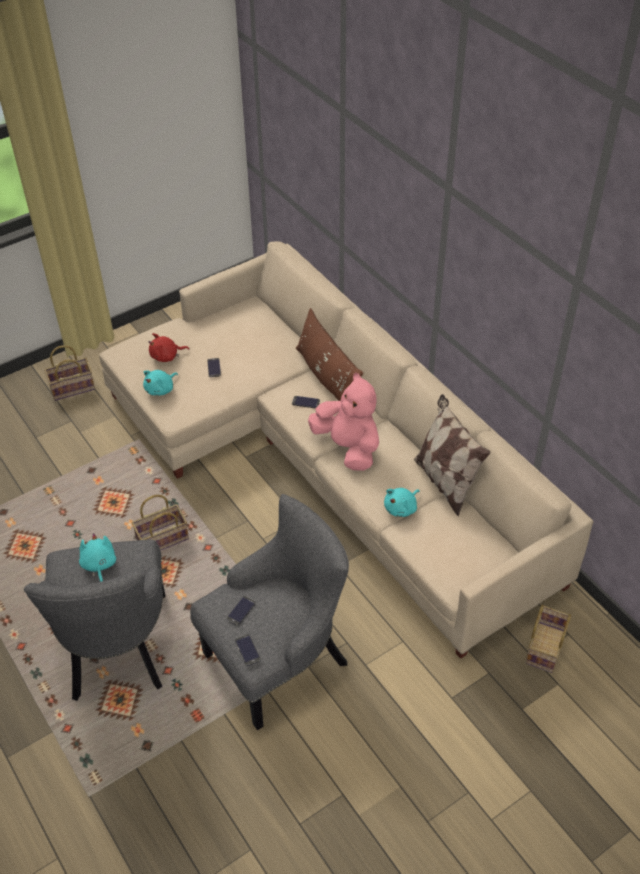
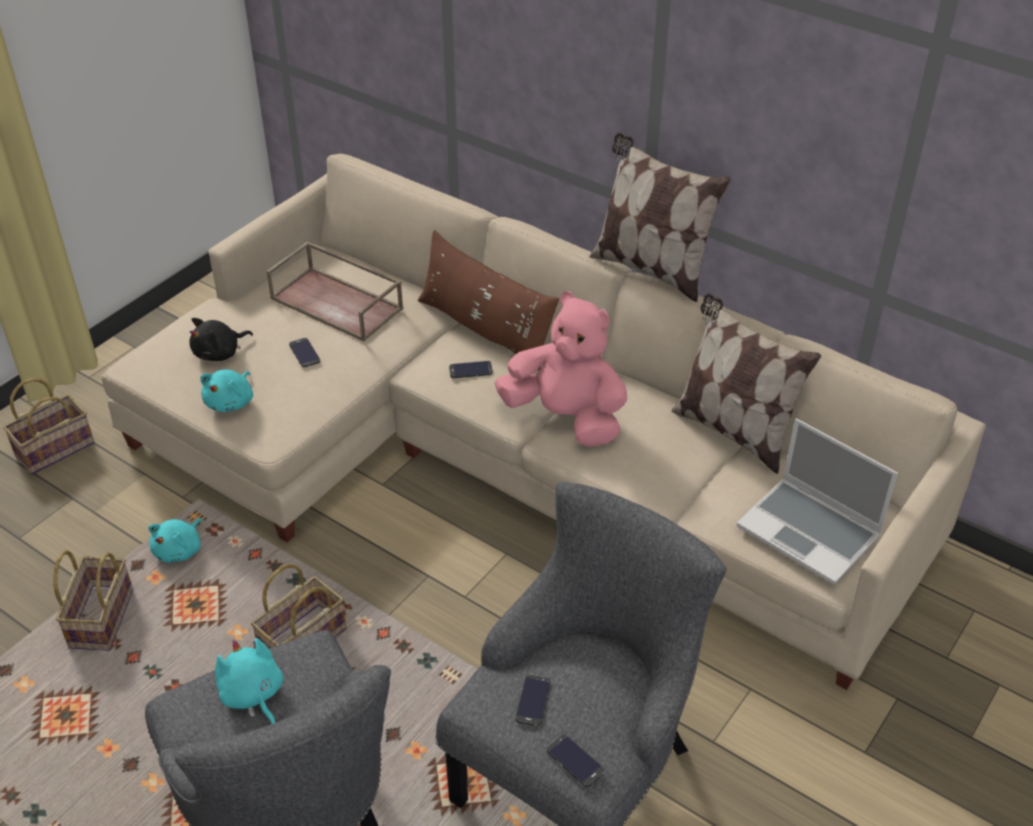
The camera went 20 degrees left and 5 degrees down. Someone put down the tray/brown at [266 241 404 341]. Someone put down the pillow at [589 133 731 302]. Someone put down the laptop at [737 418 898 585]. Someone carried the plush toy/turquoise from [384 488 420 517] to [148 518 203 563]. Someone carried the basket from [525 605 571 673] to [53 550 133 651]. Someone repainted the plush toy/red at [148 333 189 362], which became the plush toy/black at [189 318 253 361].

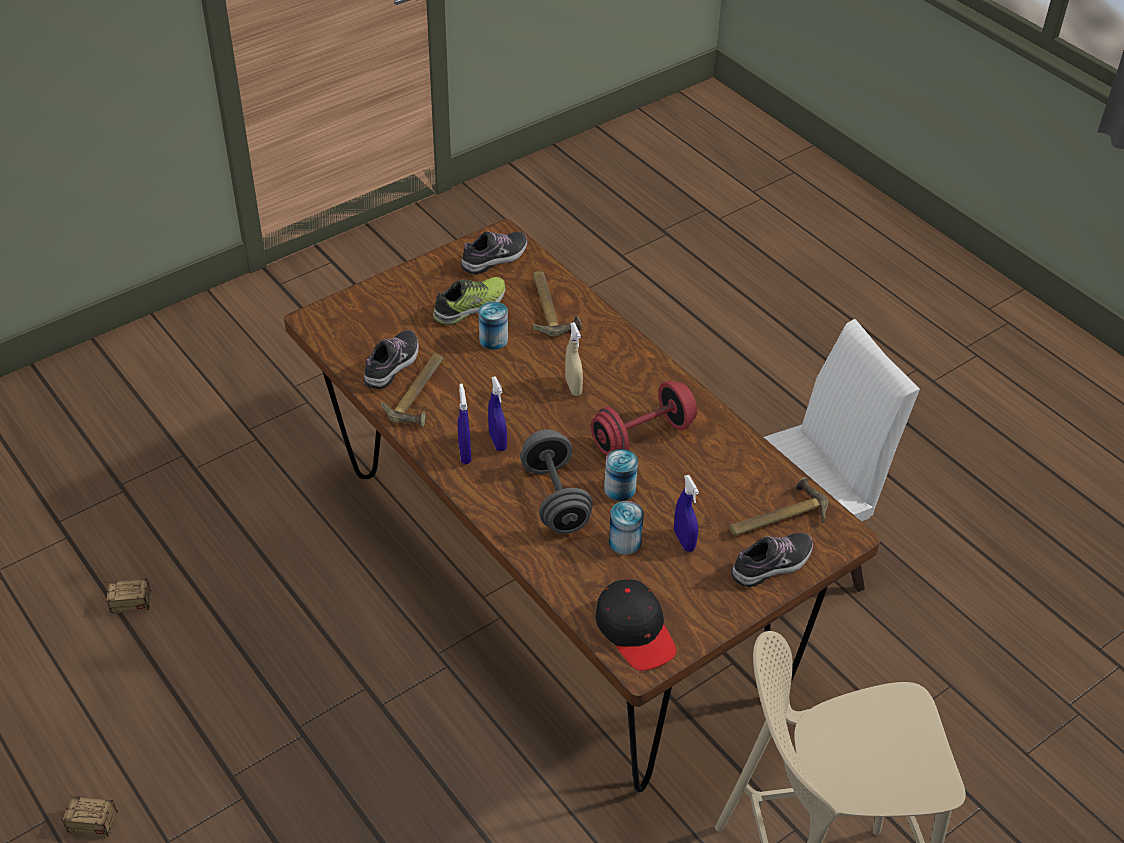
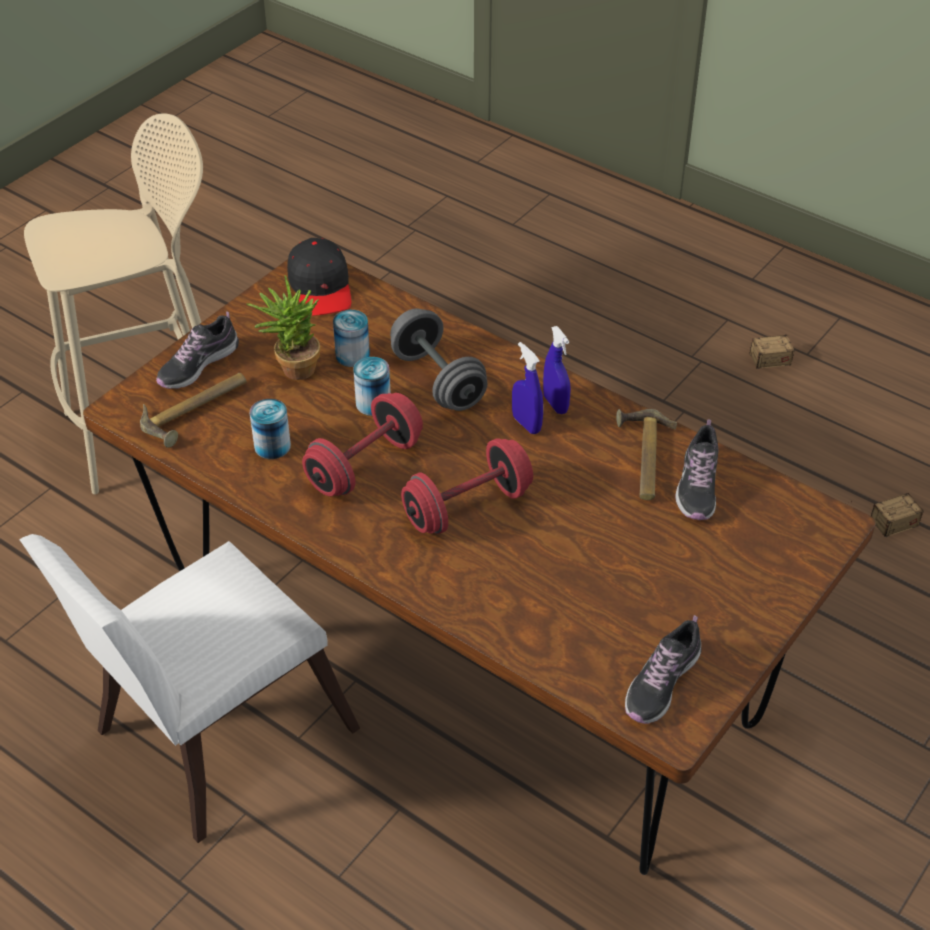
The camera went 165 degrees right and 0 degrees up. Someone took away the shoe at [433 277 505 325]. Someone took away the hammer at [533 271 582 337]. Someone carried the can from [479 302 508 350] to [250 399 291 459]. Someone swapped the spray bottle/beige at [565 322 583 396] for the dumbbell/red at [401 438 533 534]. Someone swapped the spray bottle/blue at [674 475 699 552] for the potted plant at [246 276 320 380]. Someone rotated the cap/black at [595 579 676 671] by 150 degrees counterclockwise.

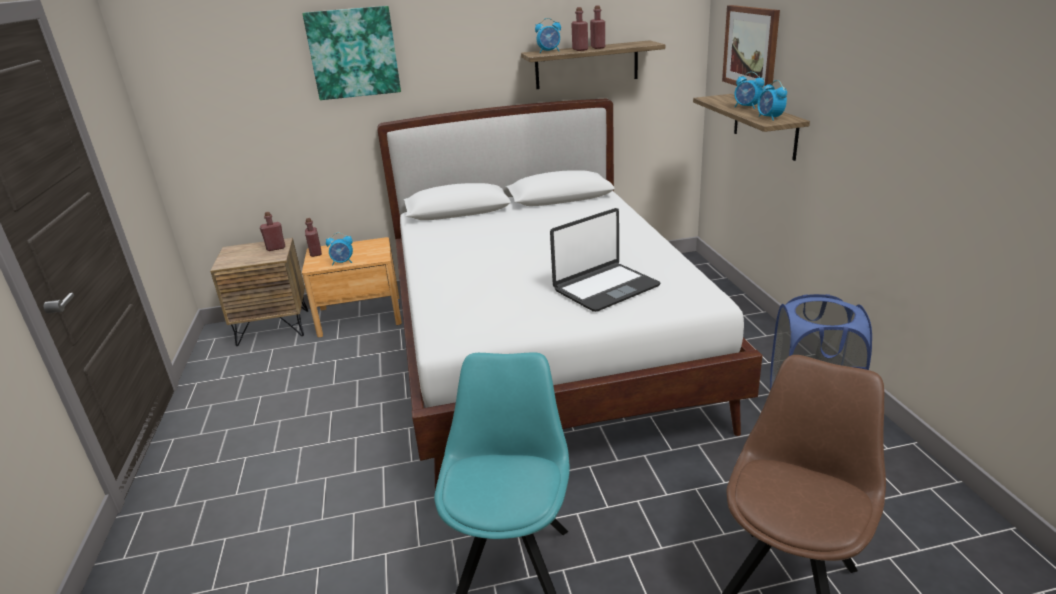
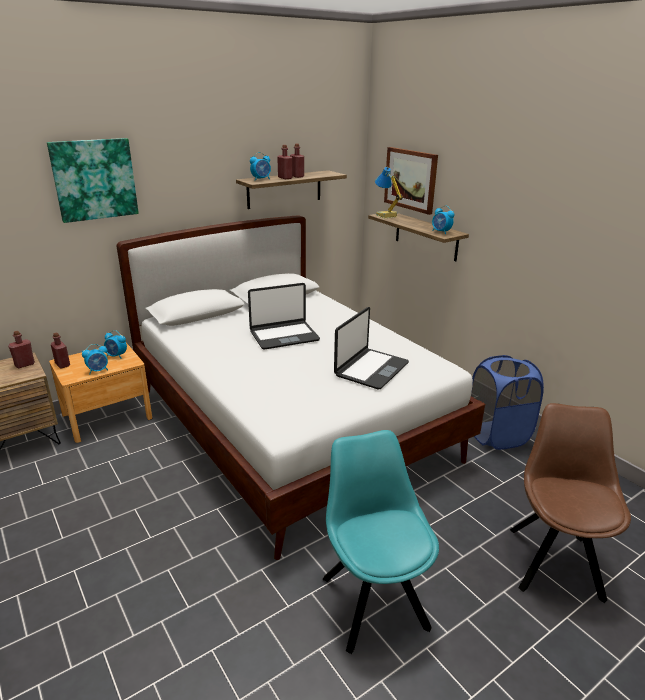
The camera went 25 degrees left and 0 degrees up. Someone put down the laptop at [248 283 320 350]. Someone put down the table lamp at [375 167 403 219]. Someone carried the alarm clock from [734 72 764 109] to [104 330 127 359].

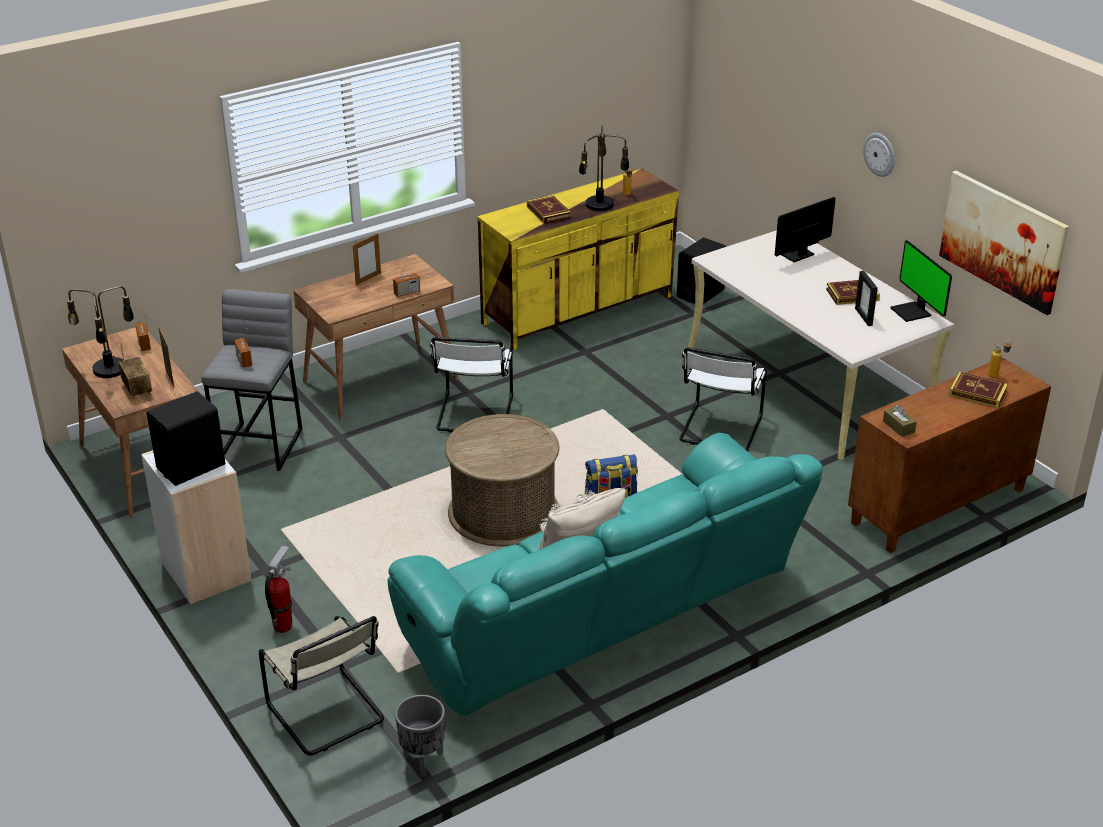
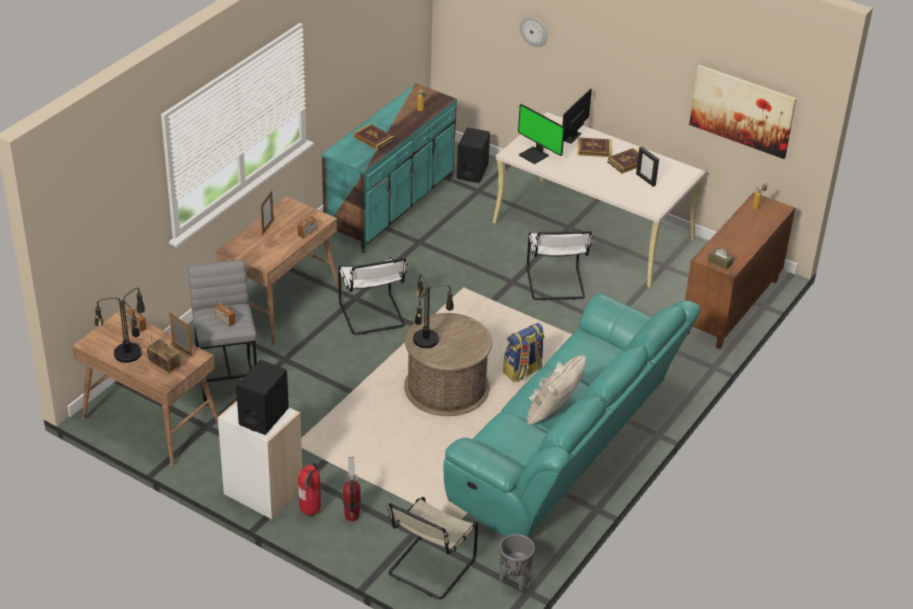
The camera went 25 degrees left and 5 degrees up. Someone put down the fire extinguisher at [298 462 321 516]. Someone carried the table lamp from [579 125 629 211] to [413 274 454 348]. Someone carried the wall clock from [863 133 895 177] to [520 17 548 47]. Someone carried the monitor from [890 240 952 322] to [518 104 565 164]. Someone carried the book from [949 372 1008 408] to [578 138 611 157]. Someone repainted the cabinet/yellow at [477 168 679 351], which became the cabinet/turquoise at [321 83 457 254]. Someone rotated the chair/beige at [259 616 384 756] by 90 degrees clockwise.

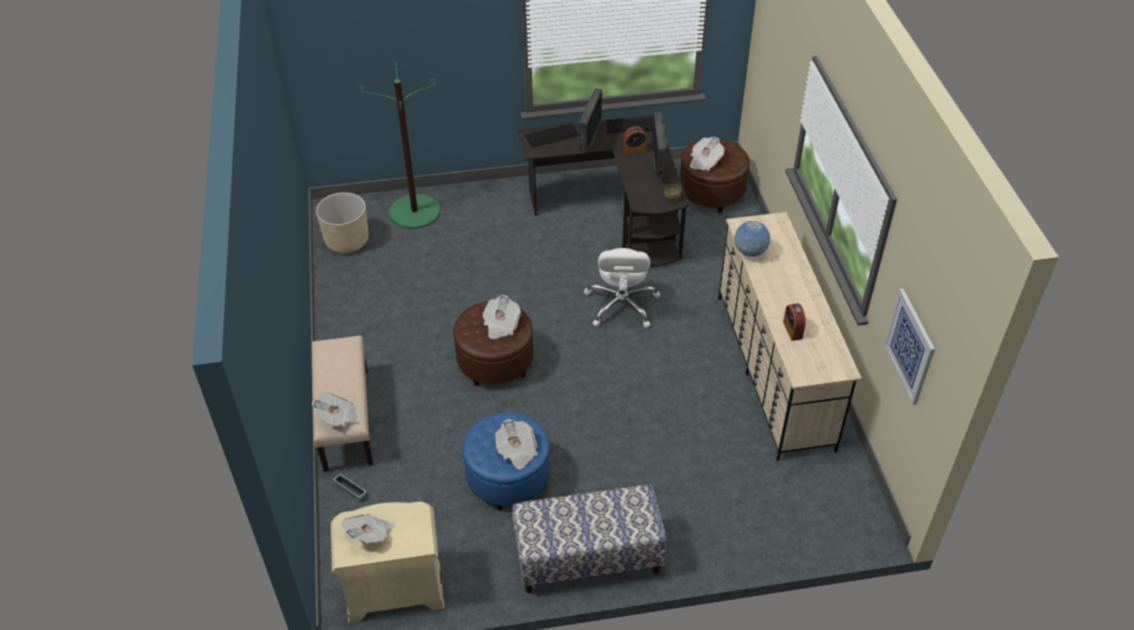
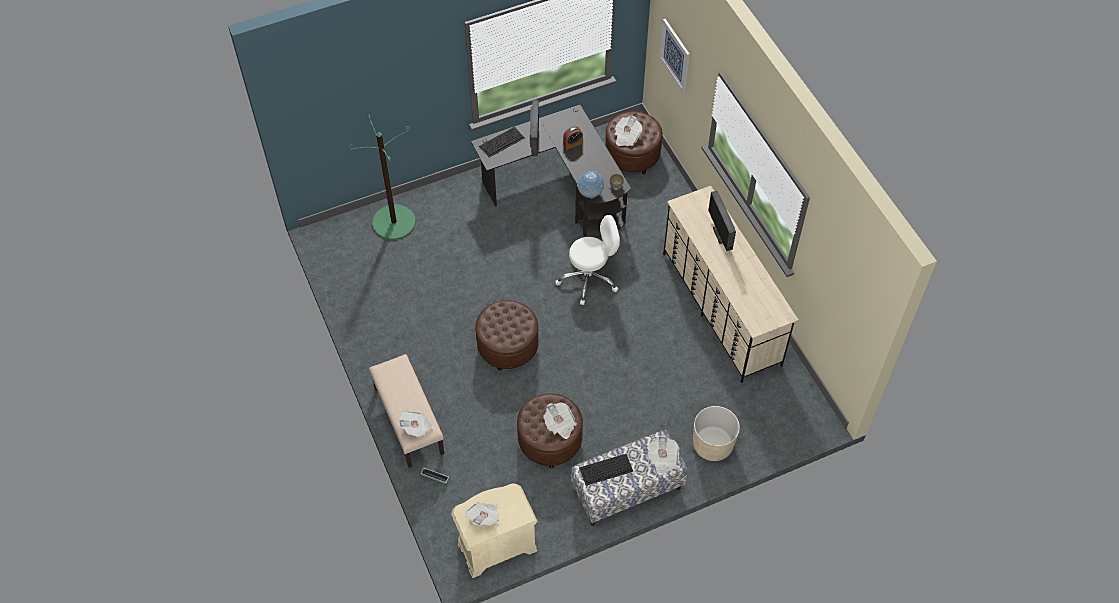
The camera went 15 degrees left and 10 degrees up. Someone took away the alarm clock at [783 303 806 341]. Someone carried the planter/beige from [316 192 369 253] to [693 406 740 461]. Someone carried the newspaper from [482 295 521 339] to [647 435 679 475]. Someone carried the keyboard from [605 118 653 133] to [579 454 633 486]. Someone carried the monitor from [652 111 668 177] to [708 191 736 251]. Someone carried the globe from [734 221 770 257] to [577 171 604 198]. Someone carried the picture from [883 289 935 405] to [660 19 690 92]. Someone repainted the ottoman/blue at [463 412 550 511], which became the ottoman/brown at [517 394 583 468]. Someone rotated the office chair/white at [584 248 661 328] by 90 degrees counterclockwise.

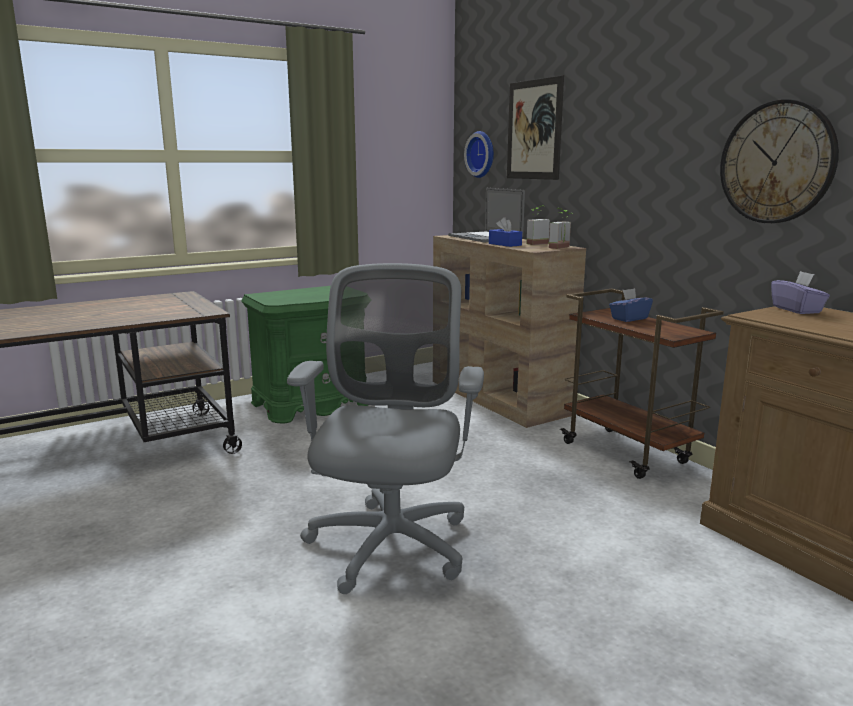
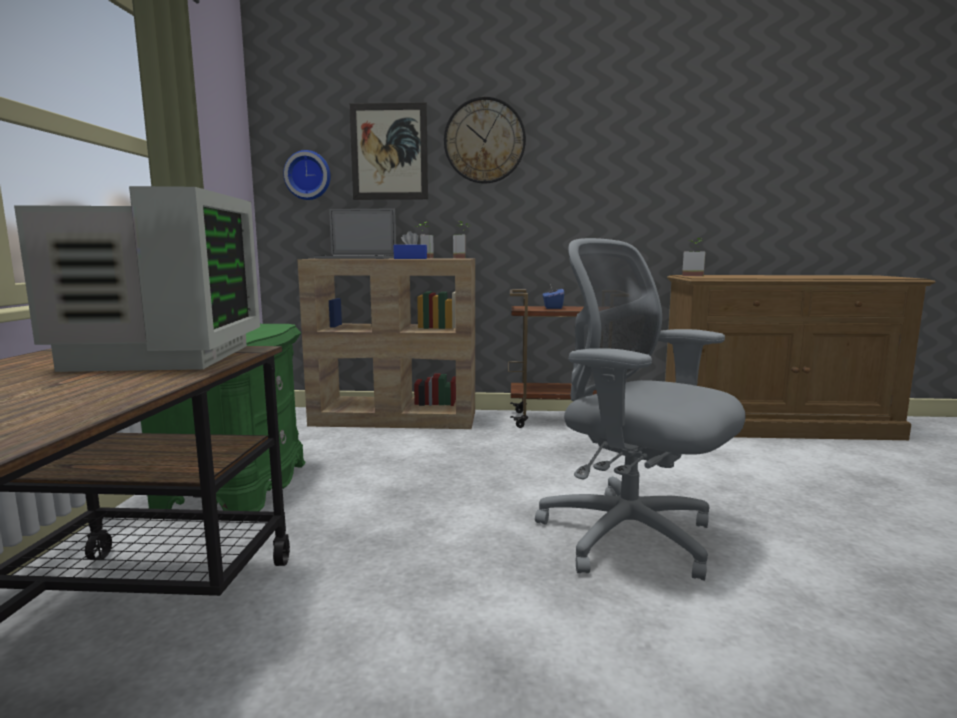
The camera went 55 degrees left and 5 degrees down. Someone put down the monitor at [14 186 260 372]. Someone carried the wall clock from [720 99 839 223] to [444 97 526 184]. Someone swapped the tissue box/purple at [771 271 830 314] for the potted plant at [682 238 705 276].

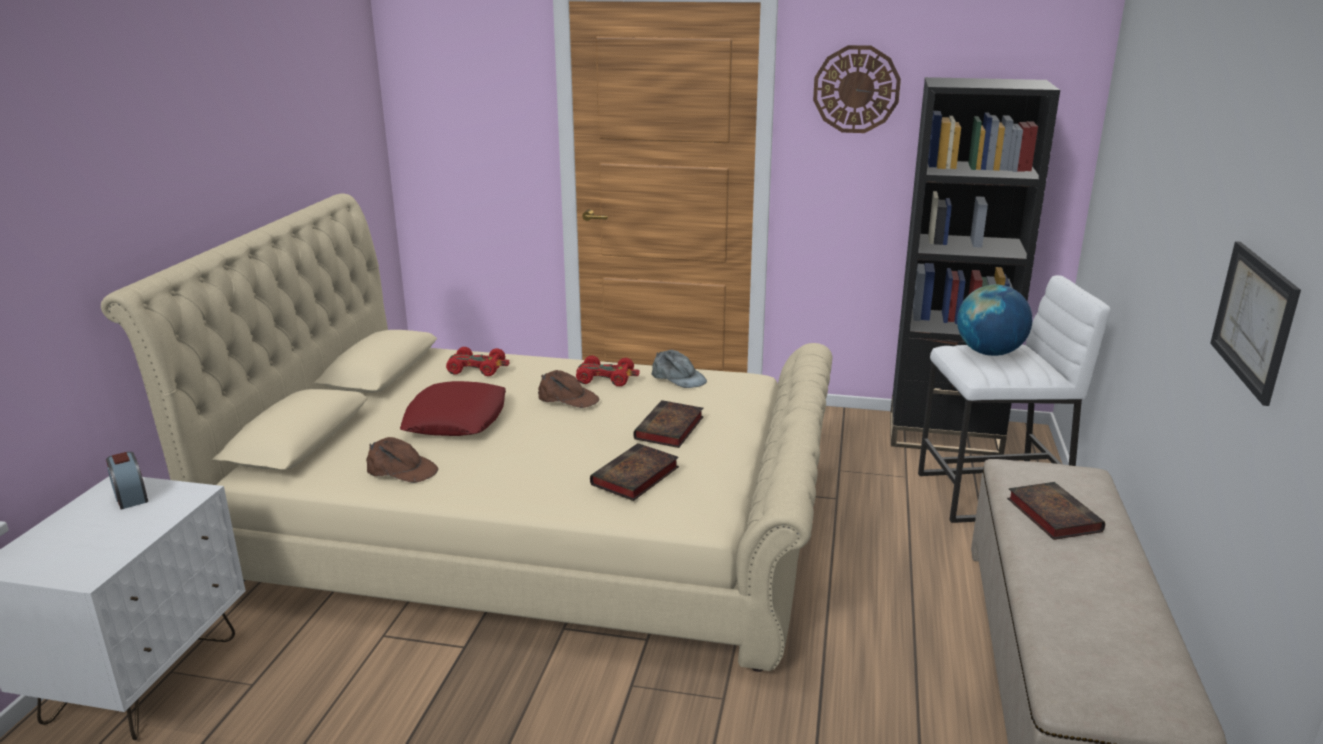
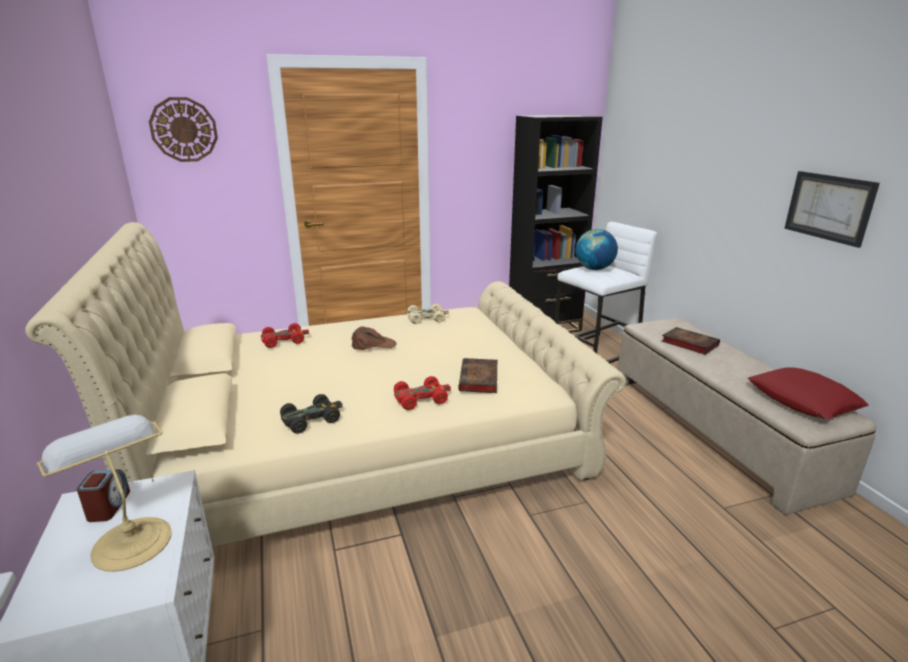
The camera went 30 degrees left and 0 degrees up. Someone took away the book at [633 400 703 448]. Someone put down the table lamp at [37 415 172 572]. Someone carried the pillow/red from [400 381 506 436] to [748 368 869 419]. Someone carried the toy car/red from [576 355 640 387] to [394 376 451 410]. Someone carried the wall clock from [813 45 901 133] to [149 97 218 162]. Someone swapped the cap/brown at [366 437 438 483] for the toy car/black at [280 394 343 434]. Someone swapped the cap/grey at [652 350 707 388] for the toy car/beige at [407 304 449 324]. Someone rotated the alarm clock at [106 452 148 510] by 120 degrees counterclockwise.

